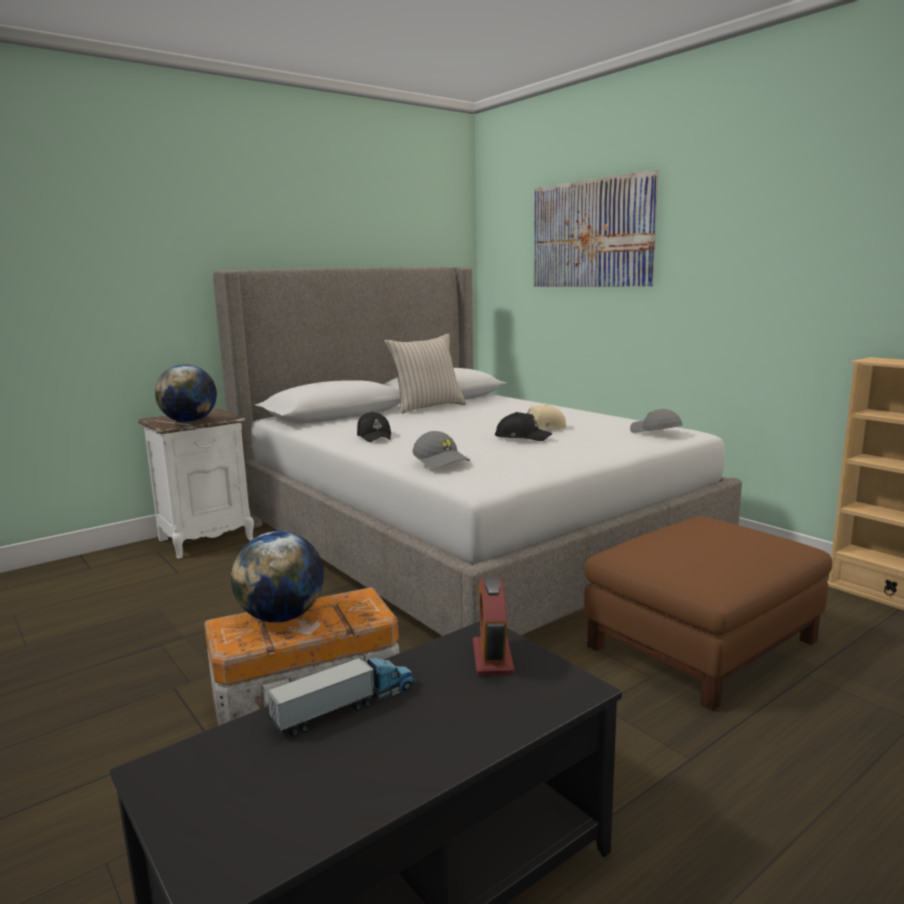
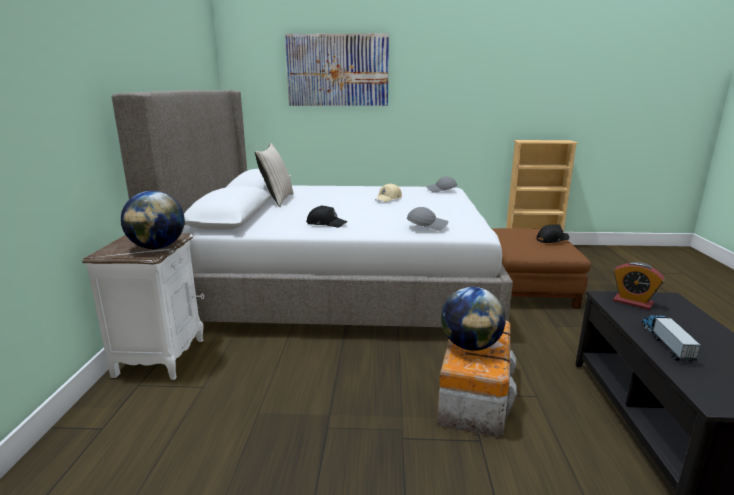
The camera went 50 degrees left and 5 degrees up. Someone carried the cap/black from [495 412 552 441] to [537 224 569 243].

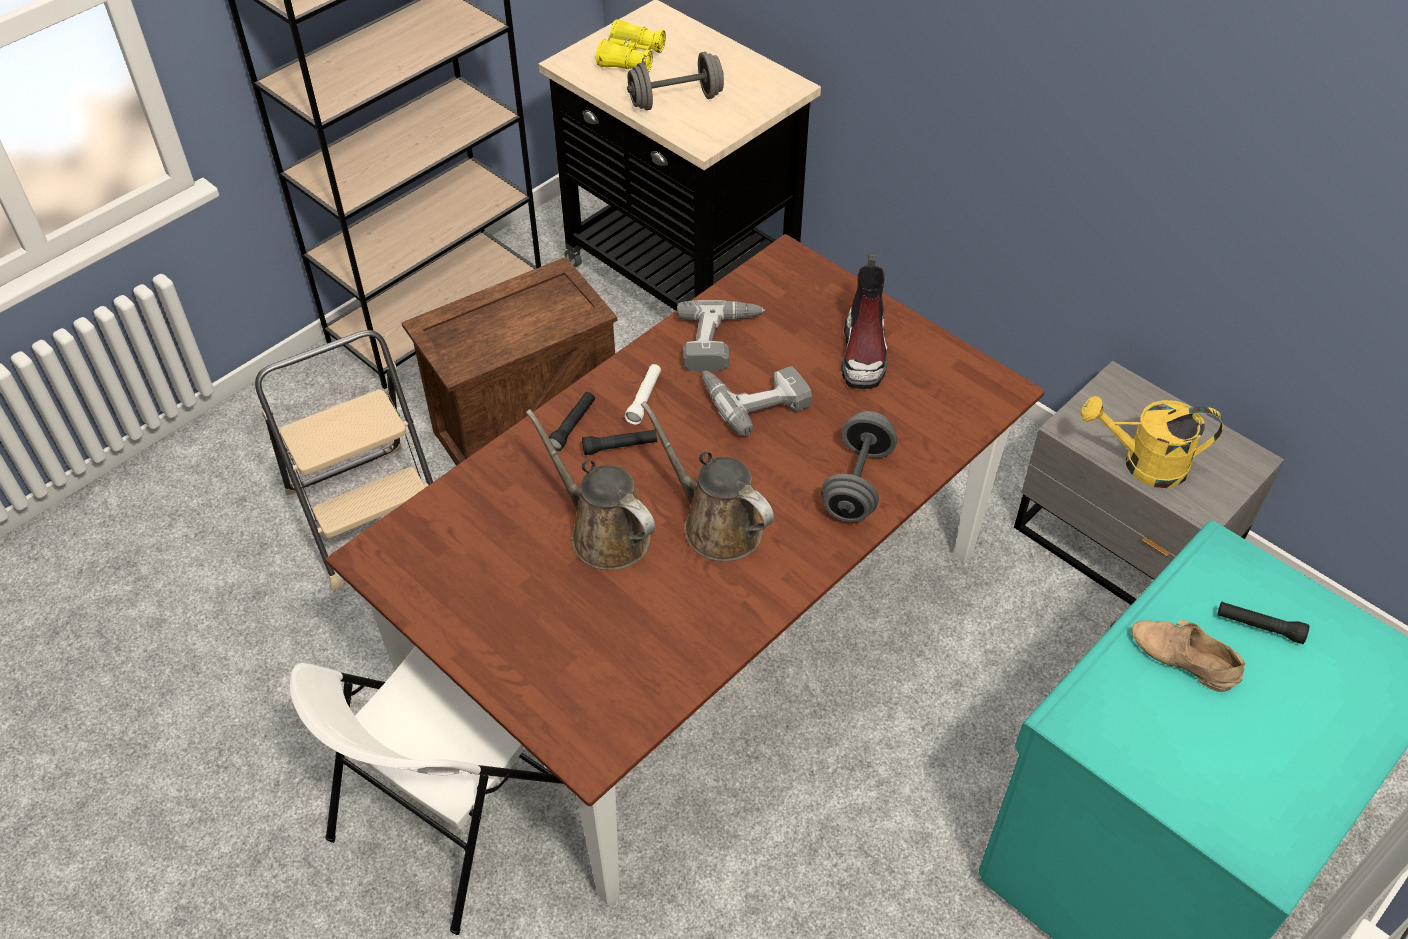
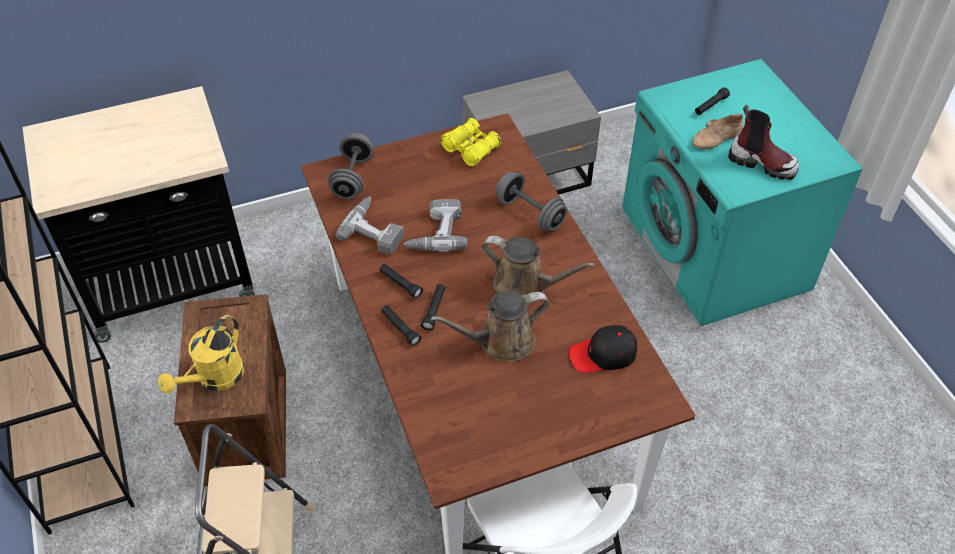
The camera went 65 degrees left and 0 degrees up. Someone put down the cap/black at [569 325 637 373]. Someone carried the binoculars/yellow from [596 19 666 73] to [440 118 501 166]. Someone carried the dumbbell/grey from [627 52 724 110] to [328 133 374 199]. Someone carried the boot from [841 254 887 389] to [728 105 798 180]. Someone carried the watering can/yellow from [1080 396 1223 488] to [158 315 244 394]. Someone repainted the flashlight/white at [624 364 661 425], which became the flashlight/black at [380 264 423 299]. Someone rotated the watering can/brown at [641 401 774 562] by 135 degrees counterclockwise.

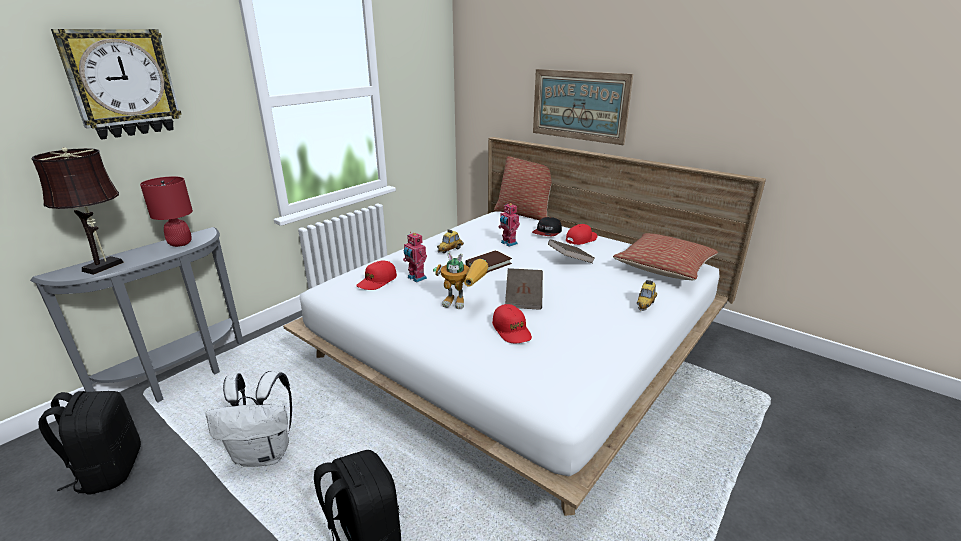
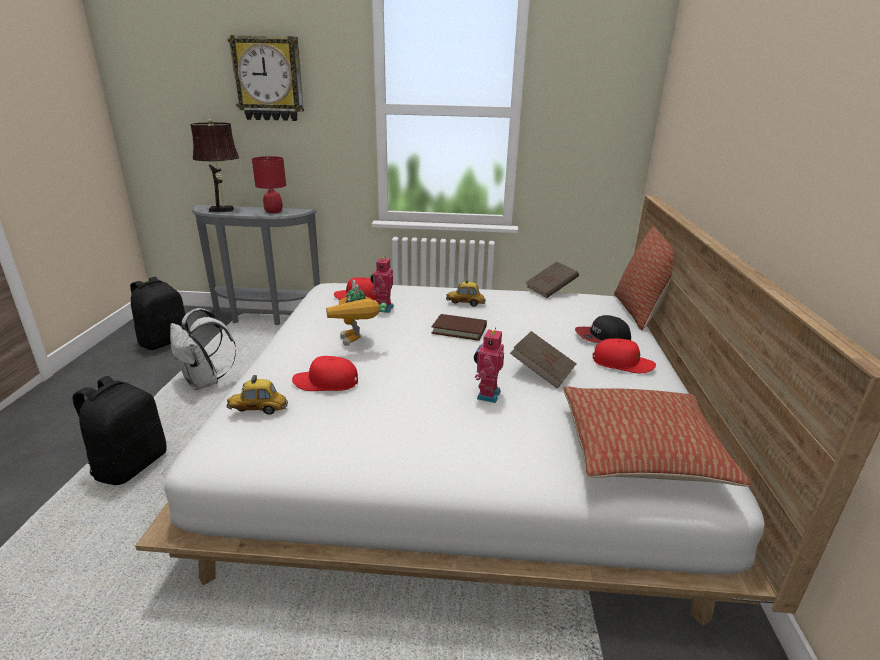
The camera went 55 degrees right and 0 degrees up. Someone took away the picture at [533 69 633 145]. Someone carried the toy robot from [499 203 520 247] to [474 327 504 403]. Someone carried the book/brown from [505 268 543 310] to [526 261 579 298]. Someone carried the toy car from [637 280 657 311] to [227 375 288 415]. Someone rotated the cap/red at [492 304 532 343] by 60 degrees clockwise.

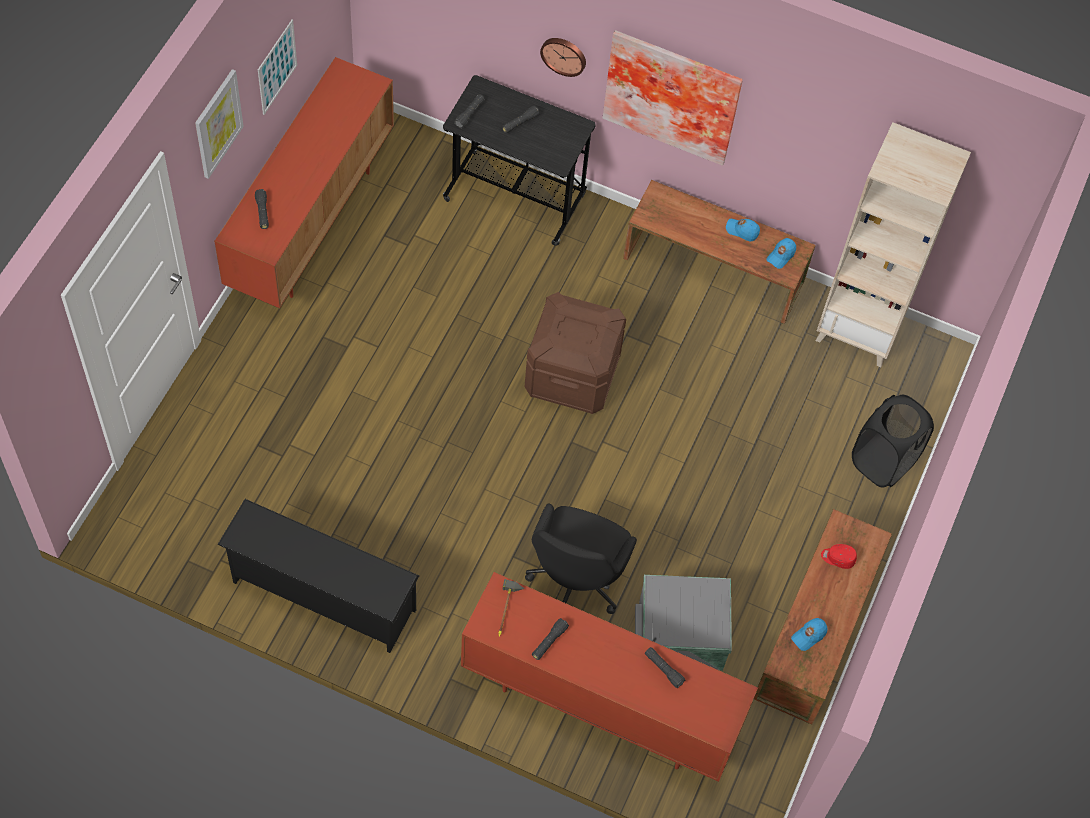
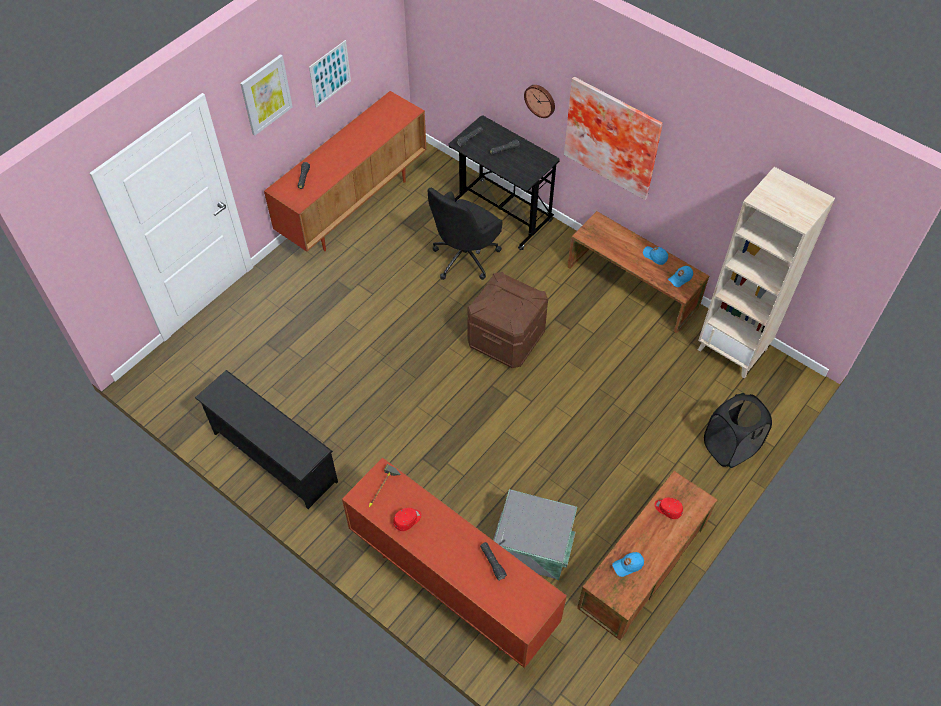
The camera went 20 degrees right and 5 degrees down. Someone carried the office chair/black from [525 503 637 614] to [428 188 503 280]. Someone swapped the flashlight/black at [532 618 569 660] for the cap/red at [393 508 421 531].

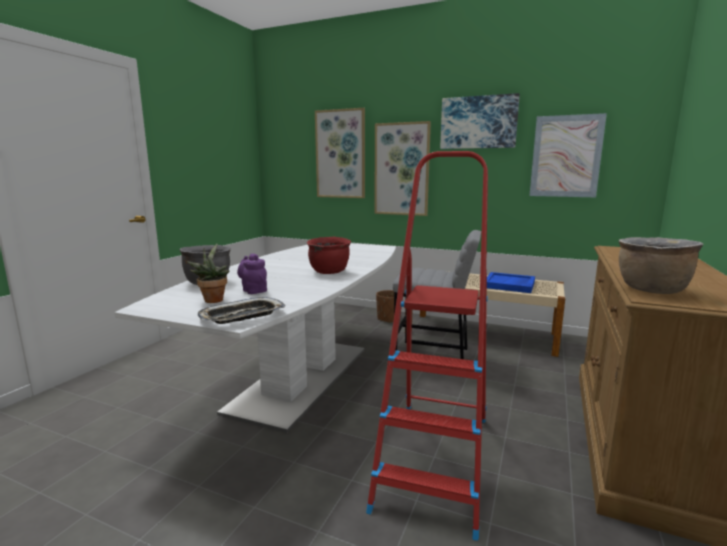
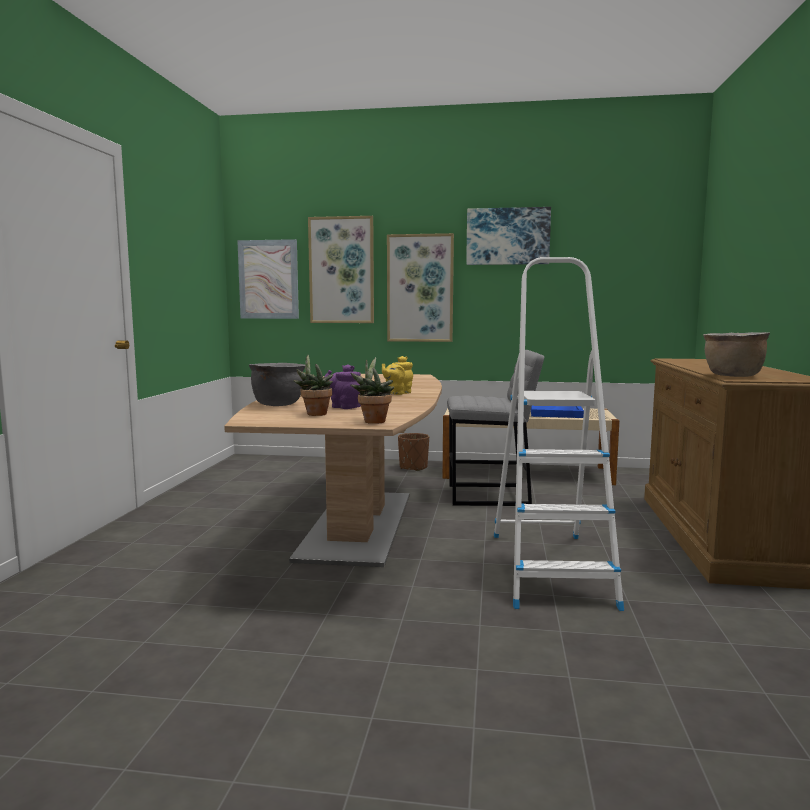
The camera went 15 degrees left and 5 degrees down. Someone carried the picture from [529 113 607 197] to [237 239 299 319]. Someone swapped the tray at [198 297 285 324] for the potted plant at [350 357 394 424]. Someone swapped the cooking pot/red at [307 237 351 274] for the teapot/yellow at [382 356 413 395]. Someone repainted the dining table/white at [114 243 396 433], which became the dining table/brown at [224 374 442 567]. Someone repainted the step ladder/red at [366 151 488 541], which became the step ladder/white at [494 257 624 611].

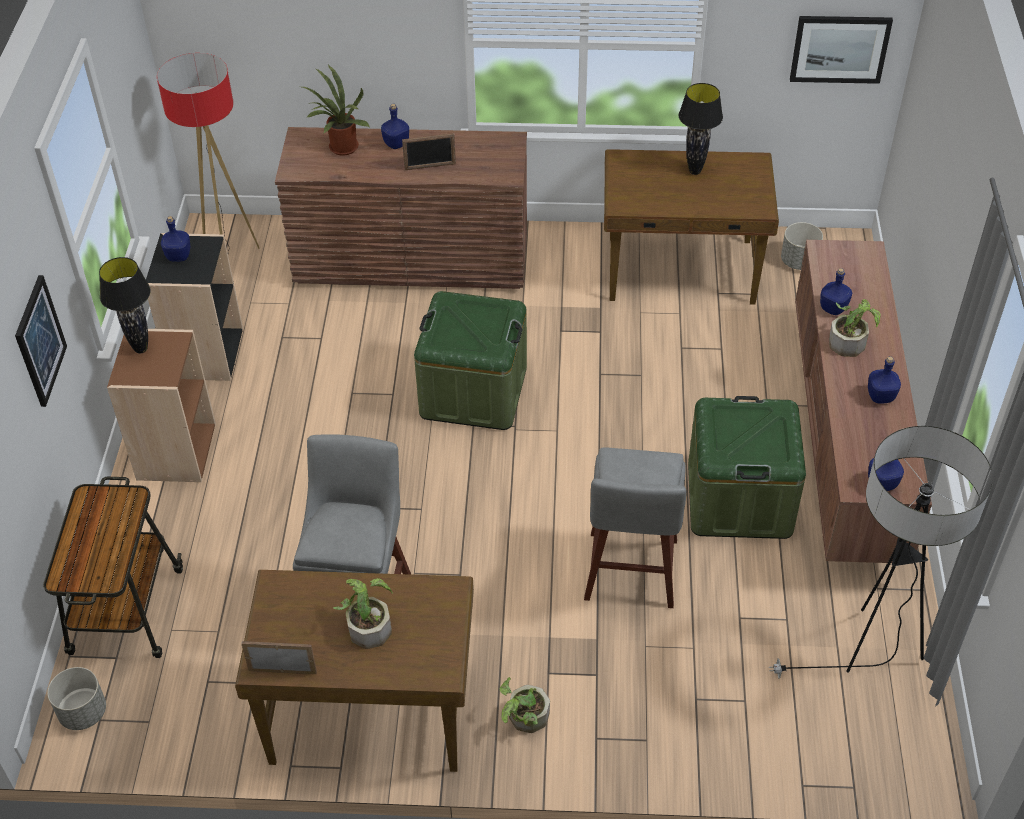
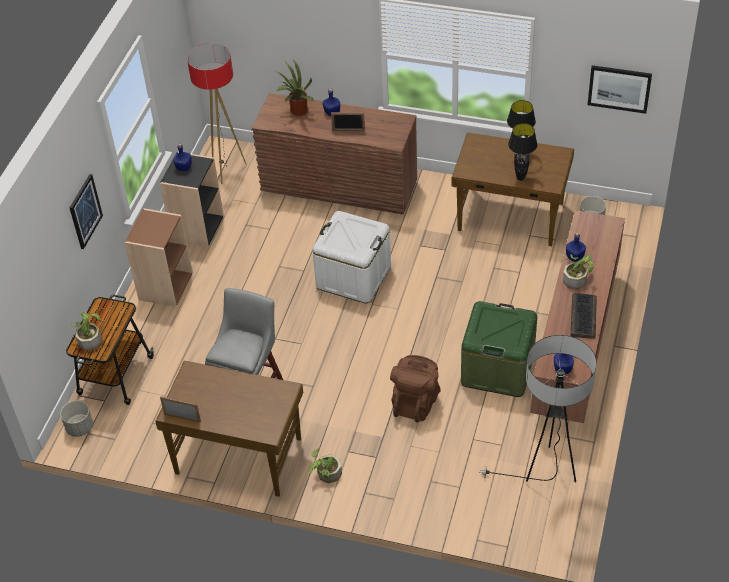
The camera went 15 degrees right and 0 degrees up. Someone carried the table lamp/black from [99 257 151 354] to [508 123 538 181]. Someone carried the potted plant from [333 578 393 649] to [69 312 102 351]. Someone swapped the stool/grey at [584 447 687 608] for the backpack/brown at [390 355 441 423]. Someone swapped the bottle/blue at [868 356 901 404] for the keyboard at [570 293 597 339]. Someone repainted the storage box/green at [414 291 527 430], which became the storage box/white at [312 211 391 303].

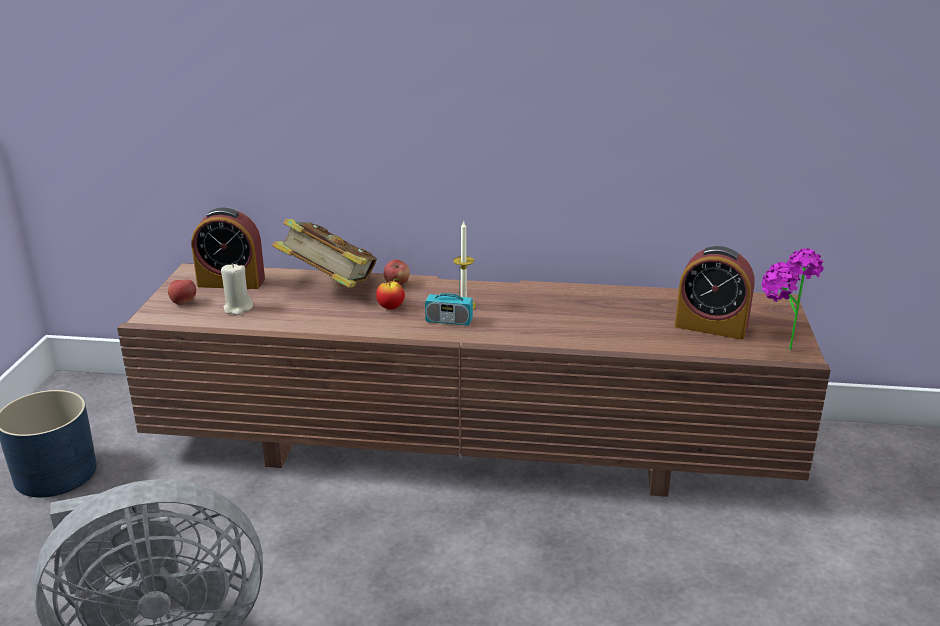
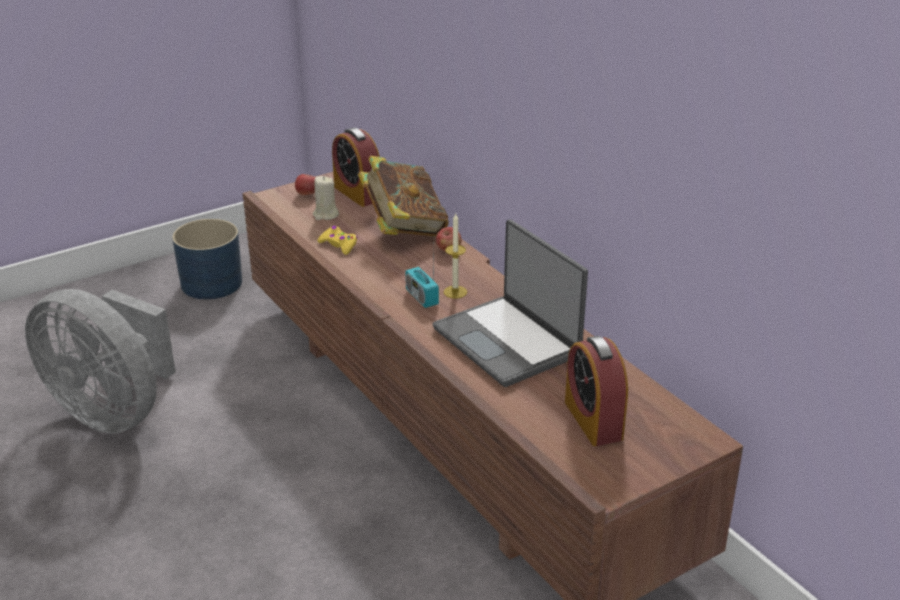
The camera went 50 degrees right and 5 degrees up. Someone took away the apple at [376 278 405 309]. Someone took away the potted plant at [761 248 824 350]. Someone put down the game controller/yellow at [317 226 357 255]. Someone put down the laptop at [433 219 588 387].

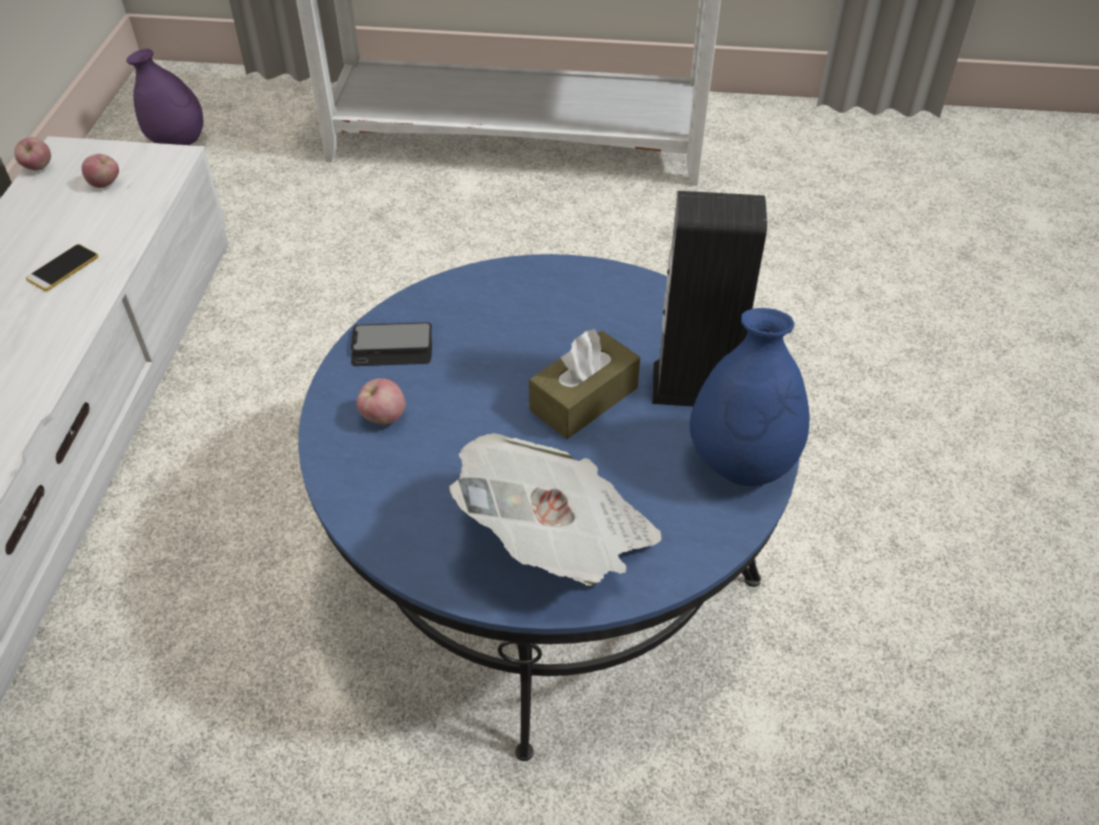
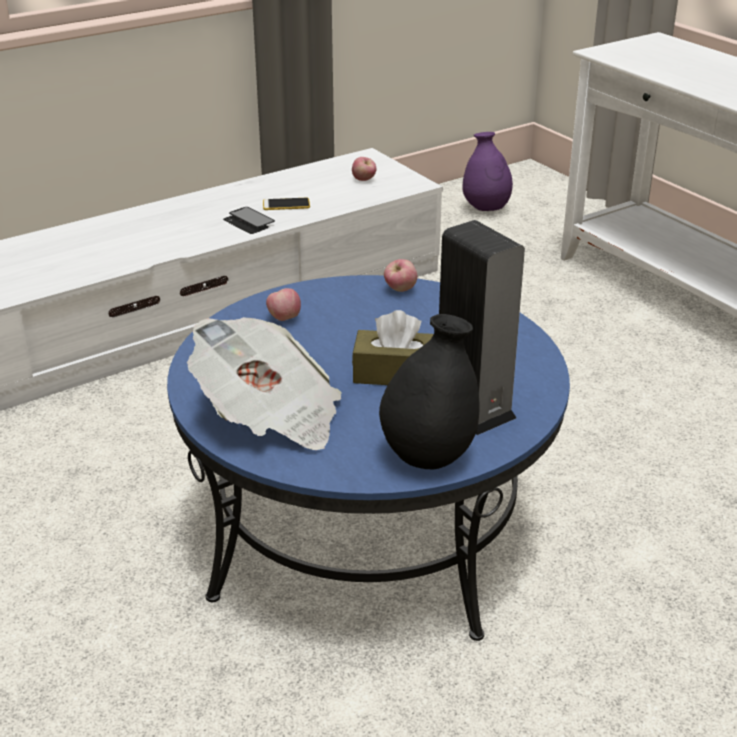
The camera went 50 degrees right and 15 degrees down. Someone carried the apple from [14 137 51 171] to [384 259 417 292]. Someone carried the phone from [351 322 432 366] to [223 207 275 234]. Someone repainted the vase/blue at [690 308 810 486], which became the vase/black at [379 314 480 469].

